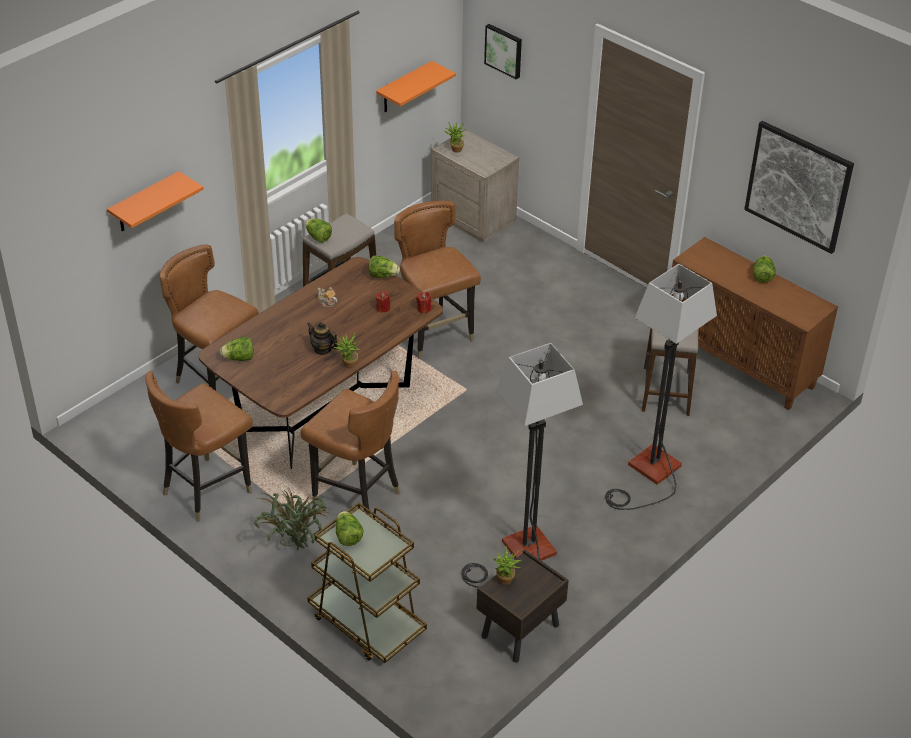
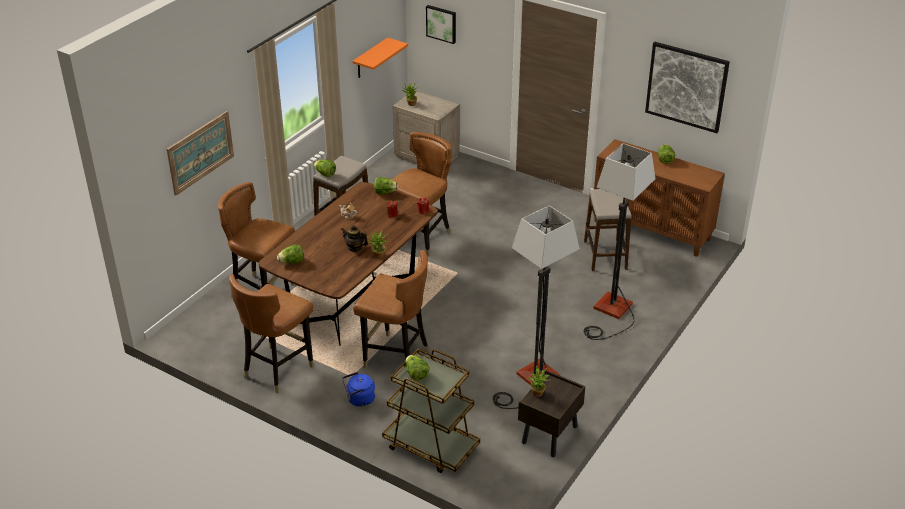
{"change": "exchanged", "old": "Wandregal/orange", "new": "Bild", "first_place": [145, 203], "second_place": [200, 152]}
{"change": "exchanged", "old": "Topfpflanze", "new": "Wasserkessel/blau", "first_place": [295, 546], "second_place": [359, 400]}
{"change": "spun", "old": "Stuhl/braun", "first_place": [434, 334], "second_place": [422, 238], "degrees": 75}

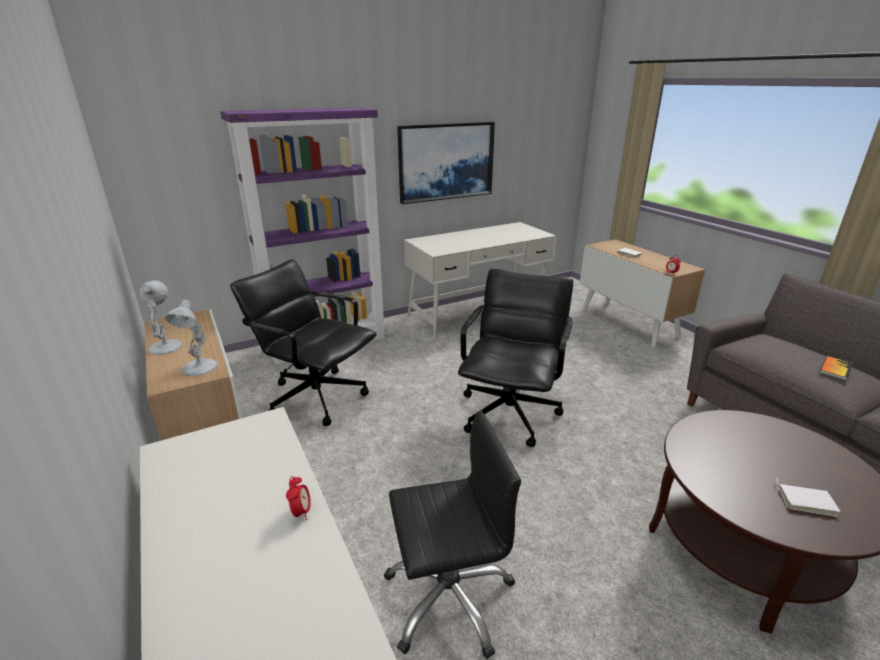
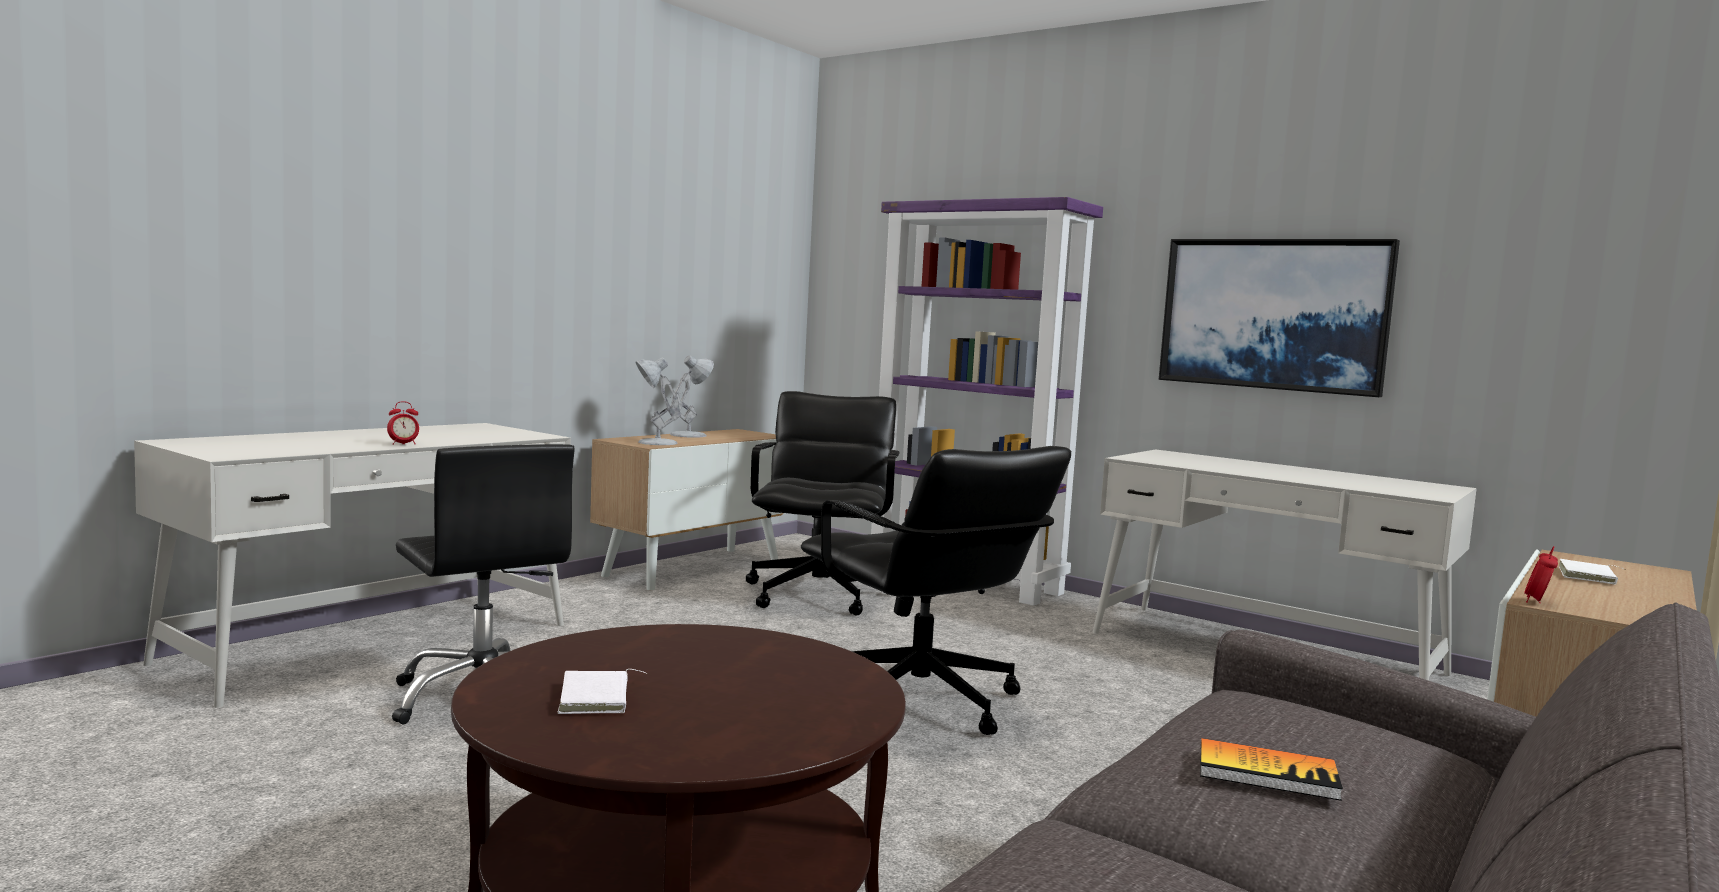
{"change": "spun", "old": "Bürostuhl/schwarz", "first_place": [510, 413], "second_place": [920, 702], "degrees": 60}

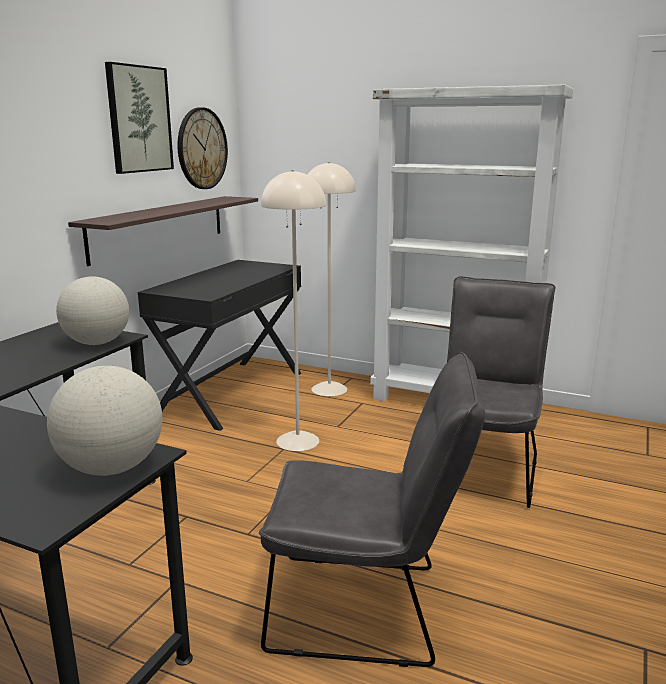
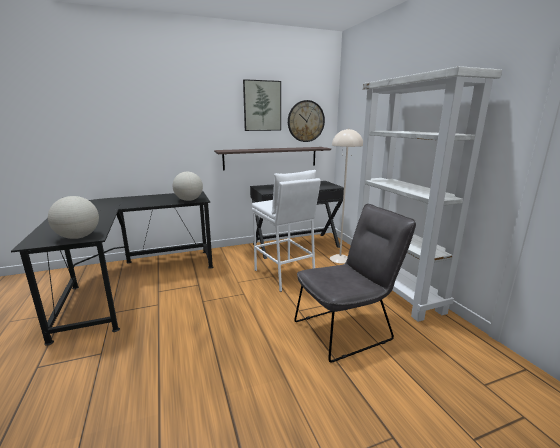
{"change": "missing", "old": "Stuhl/grau", "first_place": [368, 609]}
{"change": "exchanged", "old": "Stehlampe/beige", "new": "Hocker/weiß", "first_place": [298, 441], "second_place": [284, 275]}

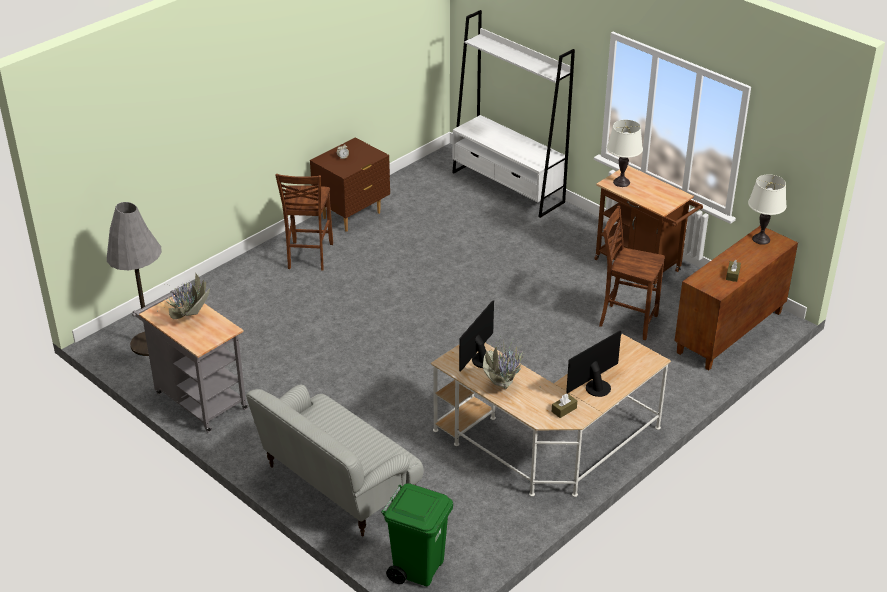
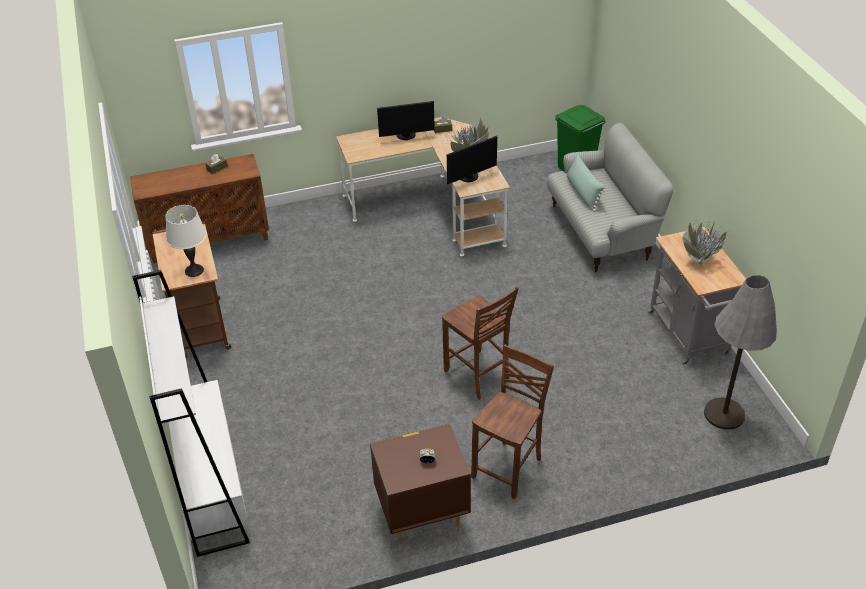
{"change": "missing", "old": "Tischlampe/weiß", "first_place": [761, 239]}
{"change": "appeared", "new": "Kissen/grün", "second_place": [583, 193]}
{"change": "relocated", "old": "Stuhl/braun", "first_place": [626, 321], "second_place": [478, 376]}

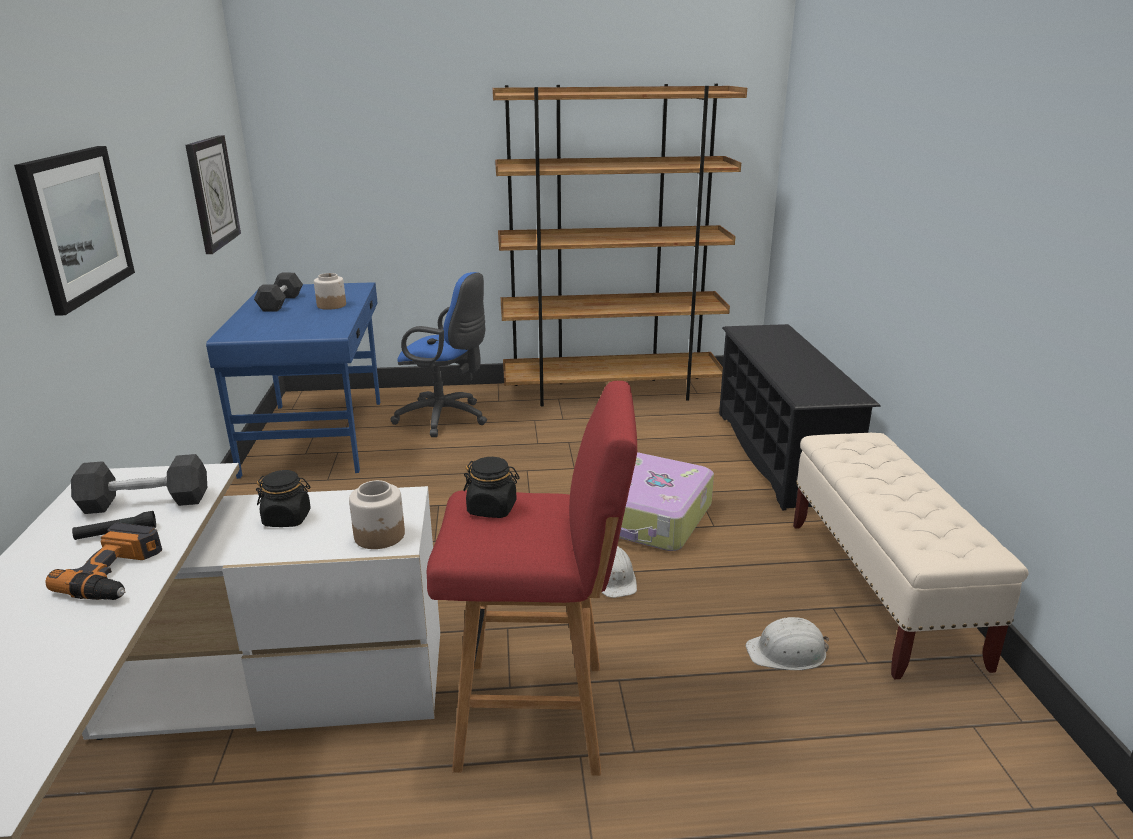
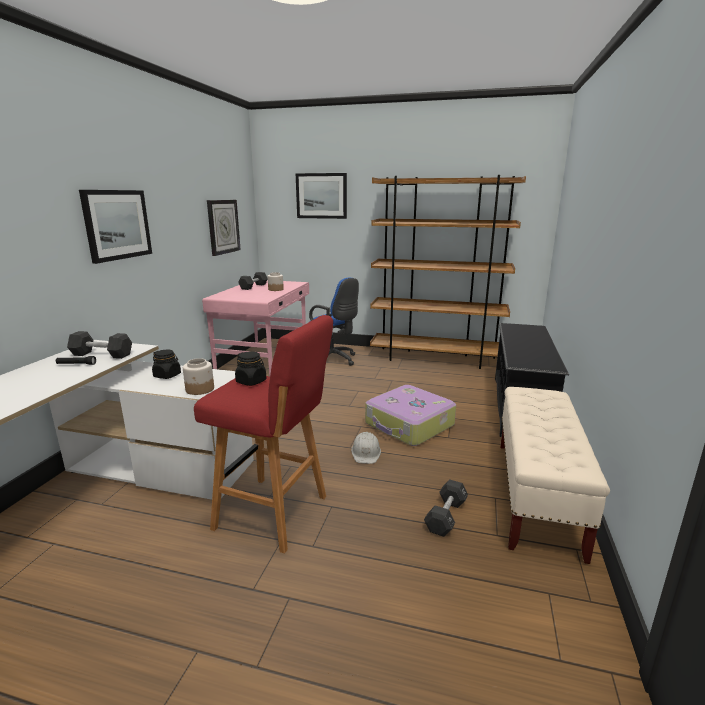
{"change": "missing", "old": "Bohrmaschine", "first_place": [118, 574]}
{"change": "appeared", "new": "Bild", "second_place": [321, 196]}
{"change": "exchanged", "old": "Schutzhelm/weiß", "new": "Hantel/schwarz", "first_place": [787, 652], "second_place": [446, 516]}
{"change": "colour", "old": "Schreibtisch/blau", "new": "Schreibtisch/rosa", "first_place": [317, 436], "second_place": [264, 359]}

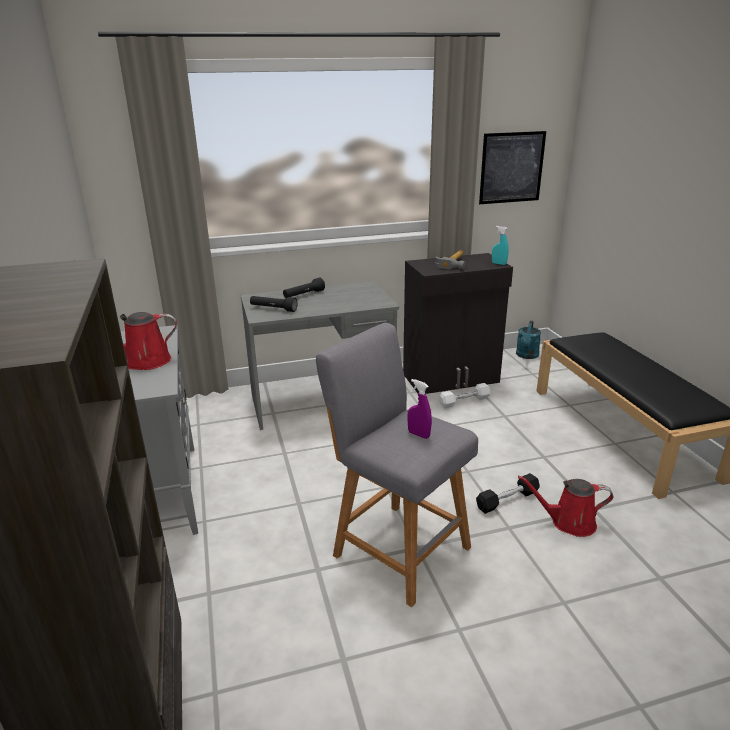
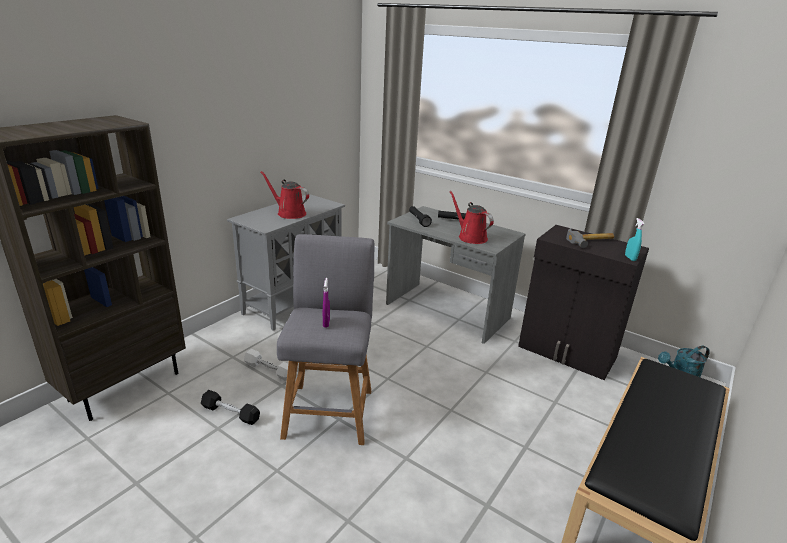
{"change": "missing", "old": "Bild", "first_place": [511, 167]}
{"change": "relocated", "old": "Hantel/weiß", "first_place": [464, 401], "second_place": [269, 370]}
{"change": "relocated", "old": "Hantel/schwarz", "first_place": [507, 500], "second_place": [230, 413]}
{"change": "relocated", "old": "Gießkanne/rot", "first_place": [568, 522], "second_place": [470, 237]}

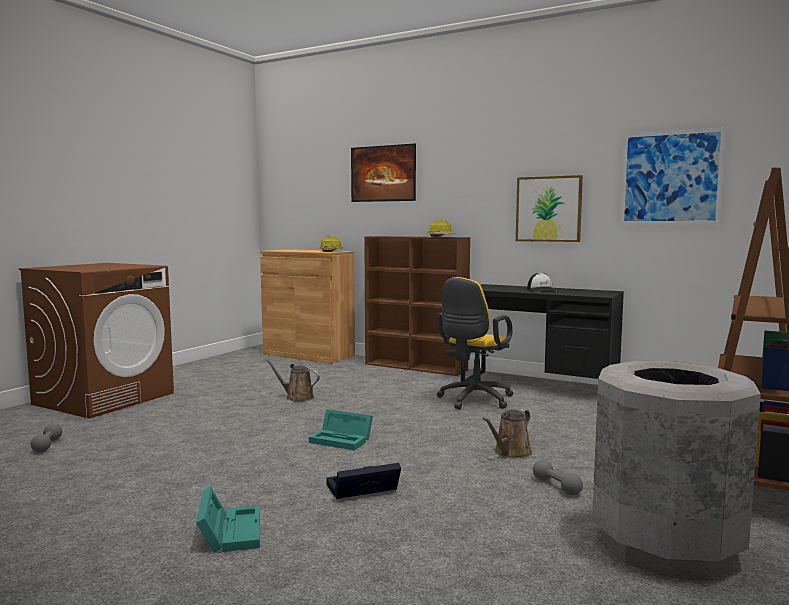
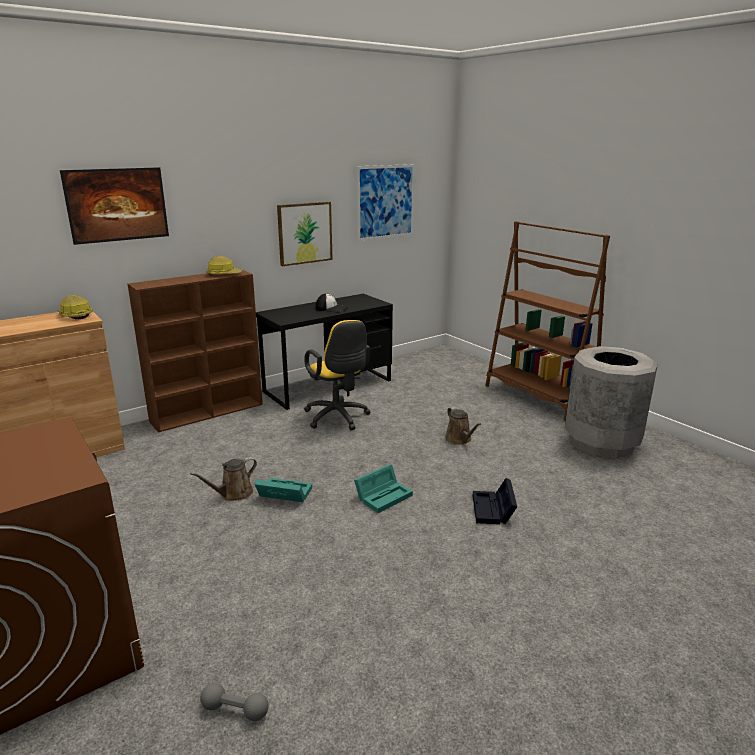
{"change": "missing", "old": "Hantel/grau", "first_place": [556, 486]}
{"change": "relocated", "old": "Aufbewahrungsbox/türkis", "first_place": [230, 531], "second_place": [283, 494]}

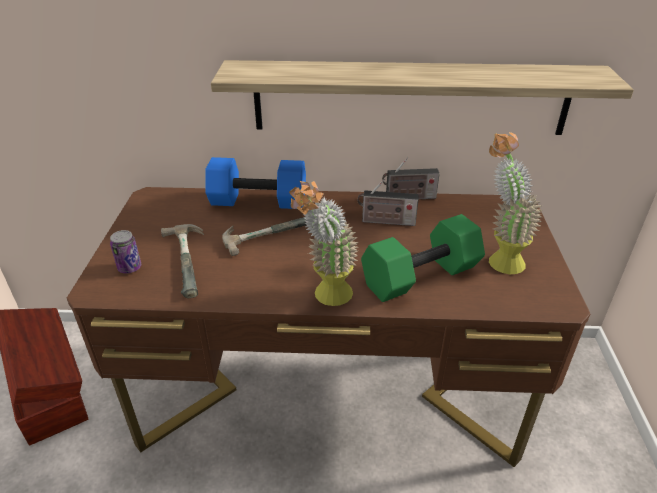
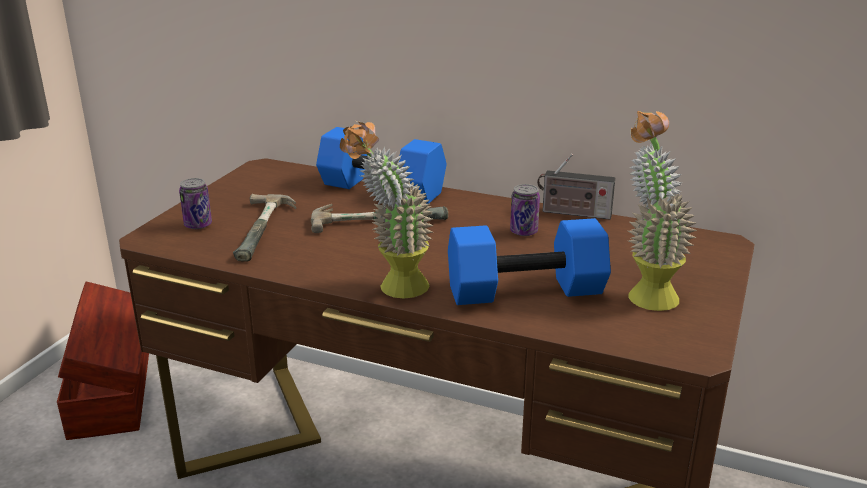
{"change": "missing", "old": "Wandregal", "first_place": [410, 98]}
{"change": "exchanged", "old": "Radio", "new": "Dose", "first_place": [385, 221], "second_place": [523, 232]}
{"change": "colour", "old": "Hantel/grün", "new": "Hantel/blau", "first_place": [420, 275], "second_place": [526, 289]}

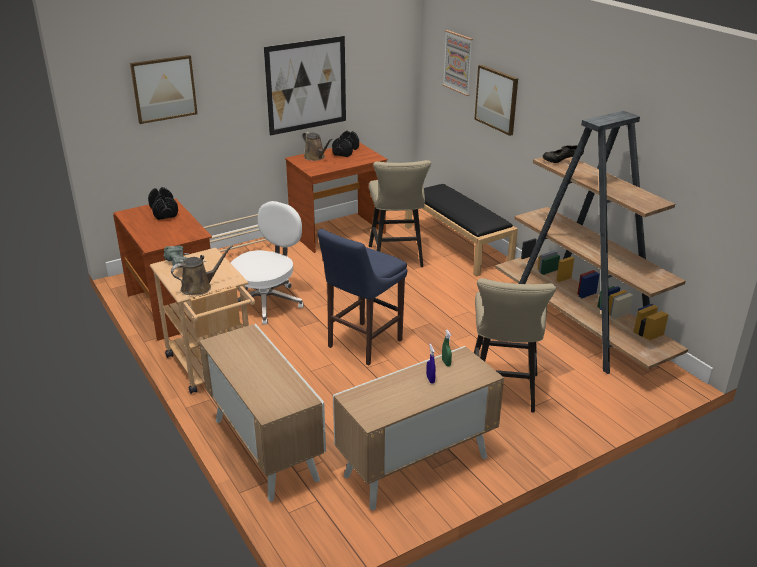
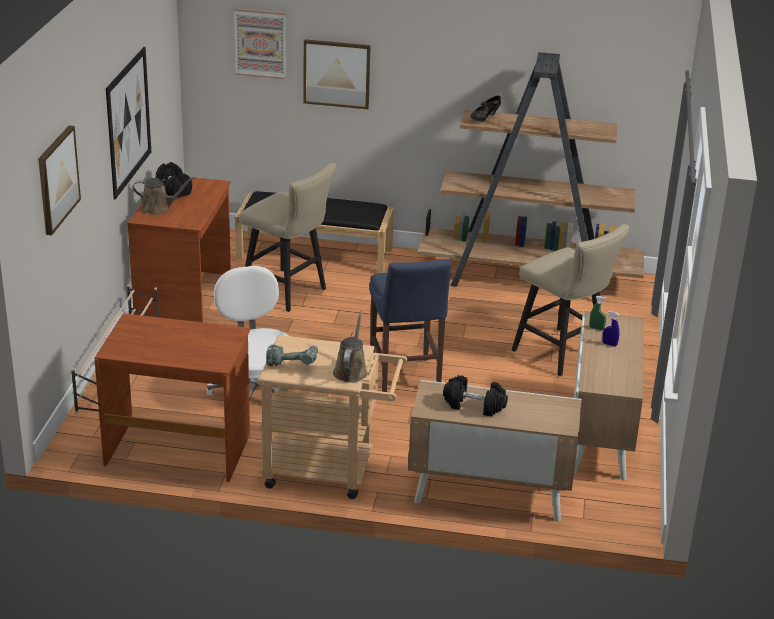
{"change": "relocated", "old": "Hantel/schwarz", "first_place": [164, 212], "second_place": [474, 405]}

